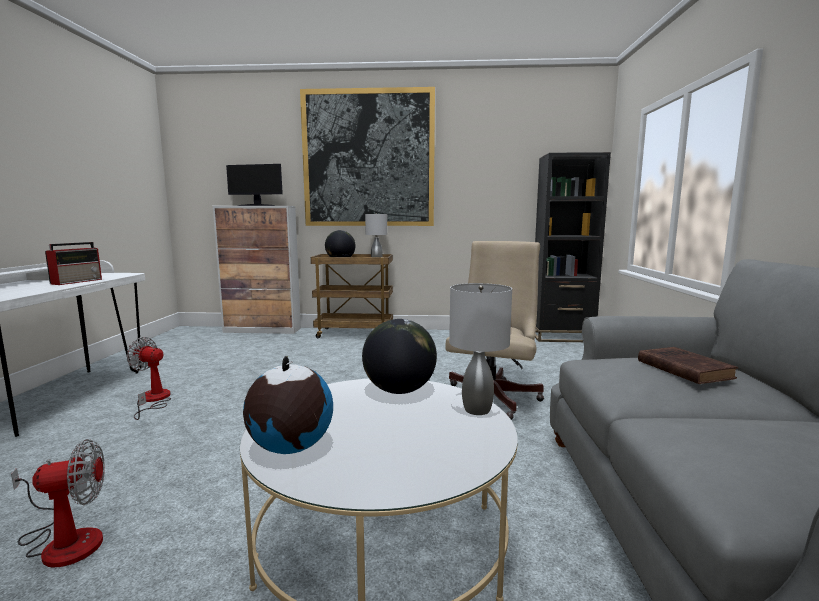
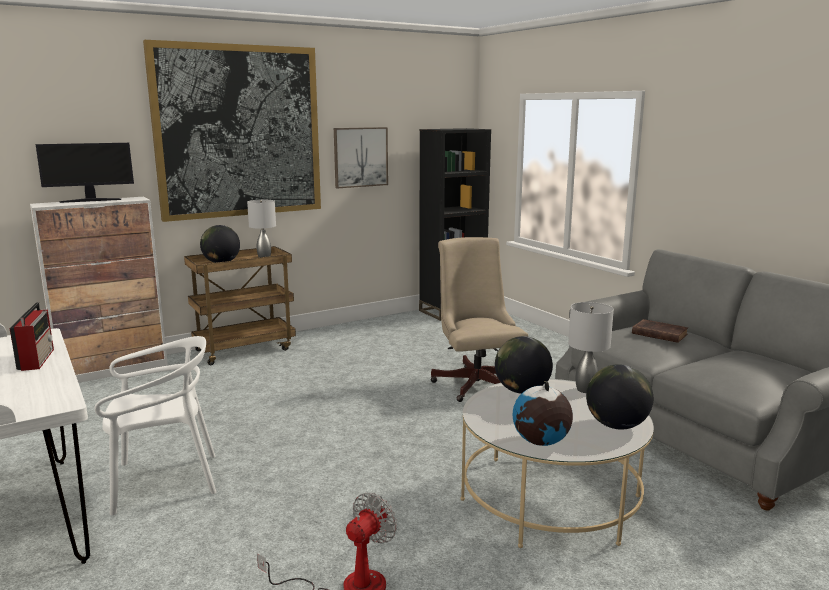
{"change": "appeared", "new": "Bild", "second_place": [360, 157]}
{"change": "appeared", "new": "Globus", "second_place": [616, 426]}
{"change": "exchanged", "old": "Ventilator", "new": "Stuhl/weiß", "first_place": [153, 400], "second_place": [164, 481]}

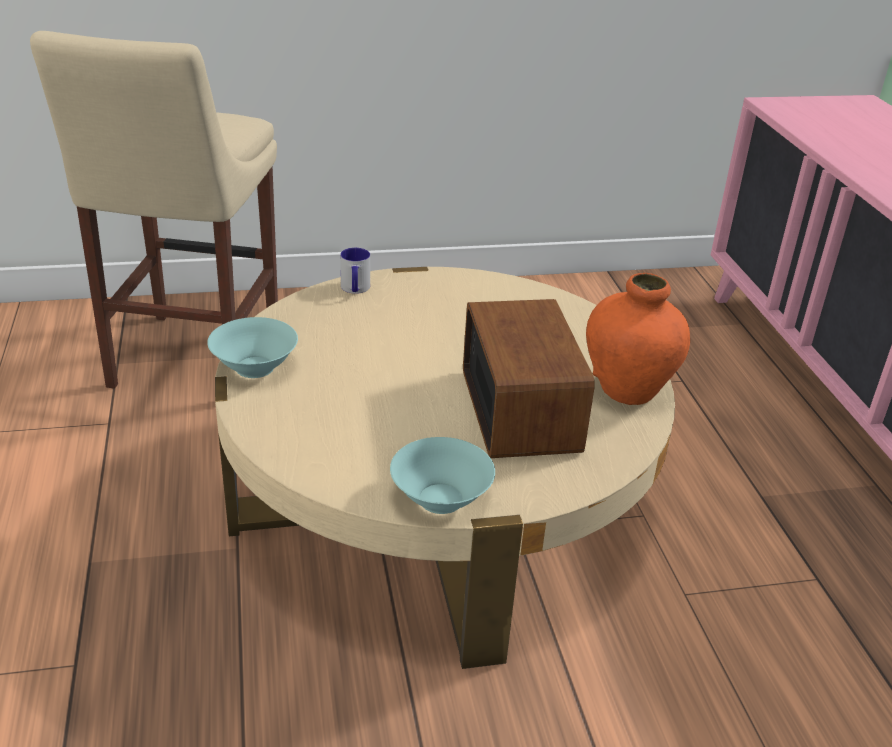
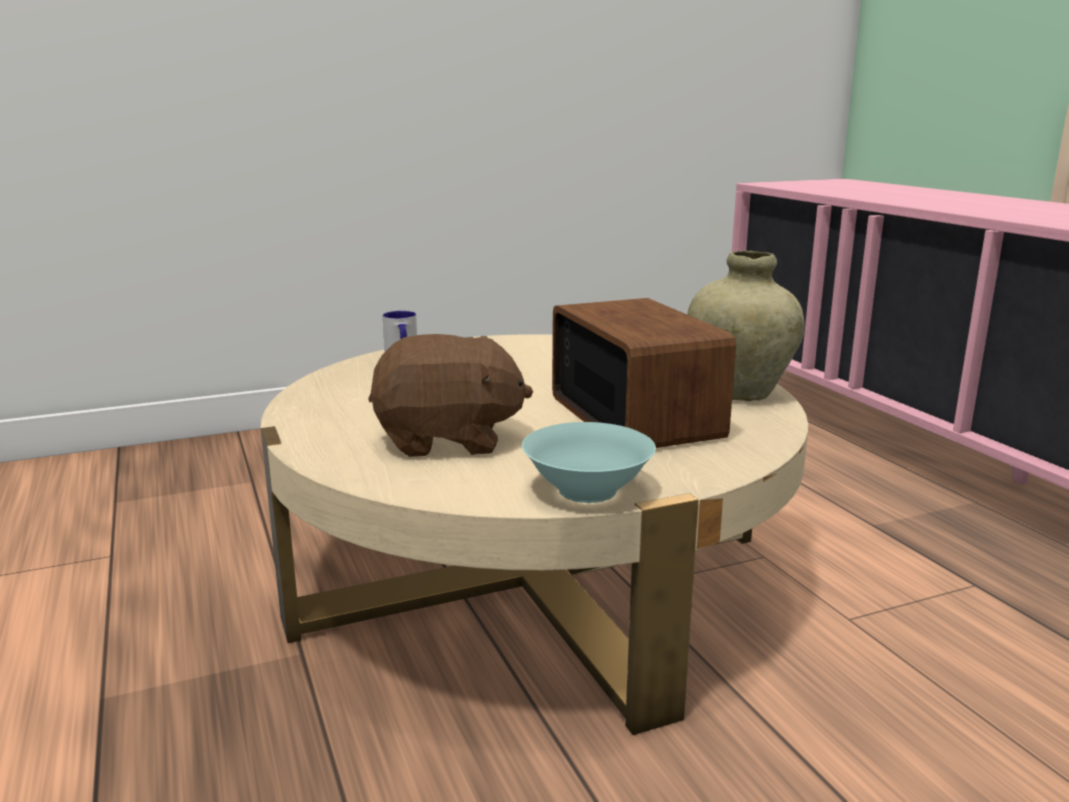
{"change": "missing", "old": "Hocker/beige", "first_place": [191, 362]}
{"change": "missing", "old": "Schüssel/türkis", "first_place": [255, 368]}
{"change": "appeared", "new": "Plüschtier/braun", "second_place": [448, 440]}
{"change": "colour", "old": "Vase/orange", "new": "Vase/beige", "first_place": [627, 390], "second_place": [739, 393]}

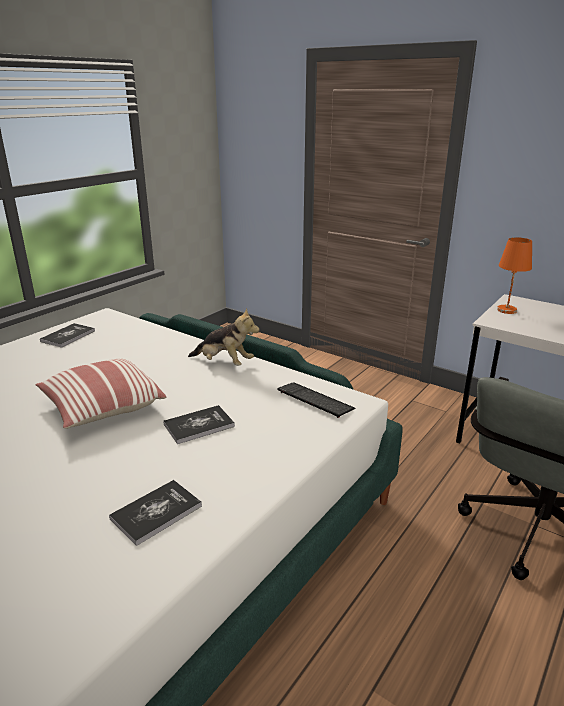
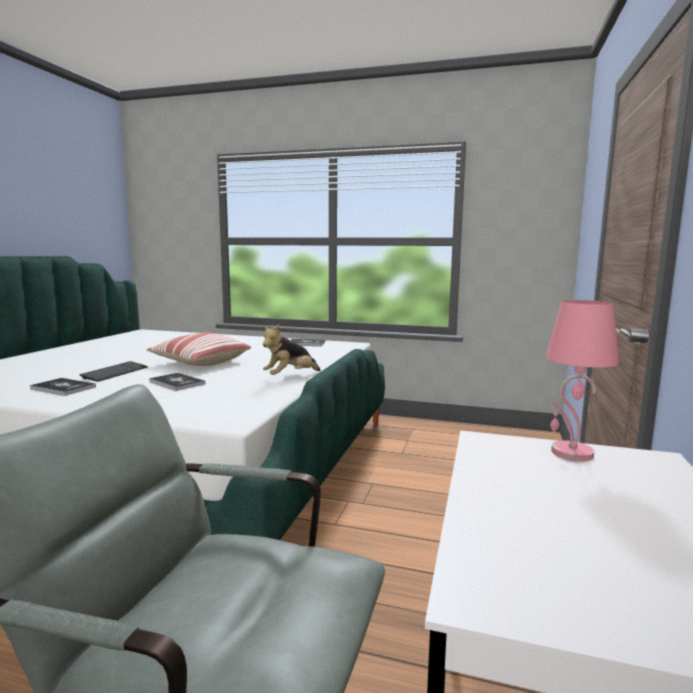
{"change": "relocated", "old": "Tastatur", "first_place": [315, 400], "second_place": [115, 373]}
{"change": "colour", "old": "Tischlampe/orange", "new": "Tischlampe/rosa", "first_place": [507, 310], "second_place": [571, 453]}
{"change": "spun", "old": "Plüschtier", "first_place": [224, 363], "second_place": [290, 376], "degrees": 45}

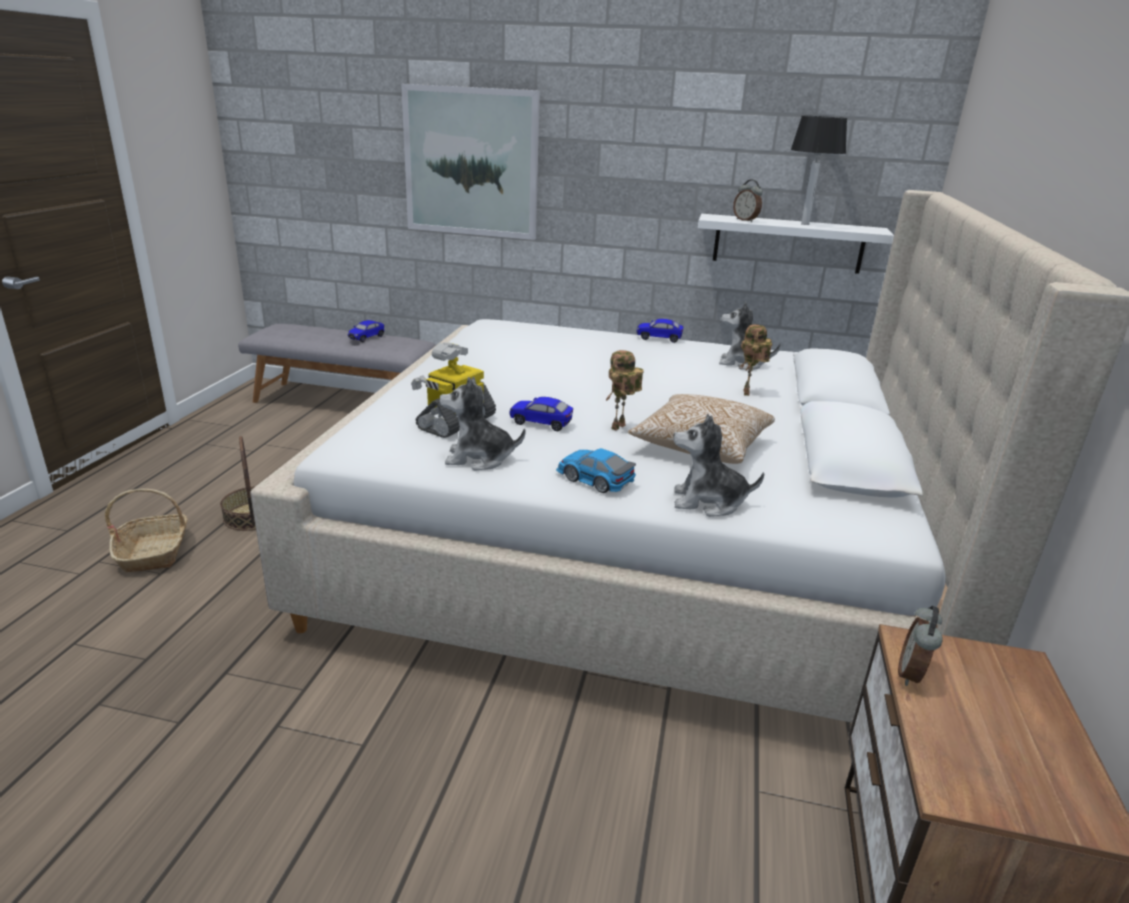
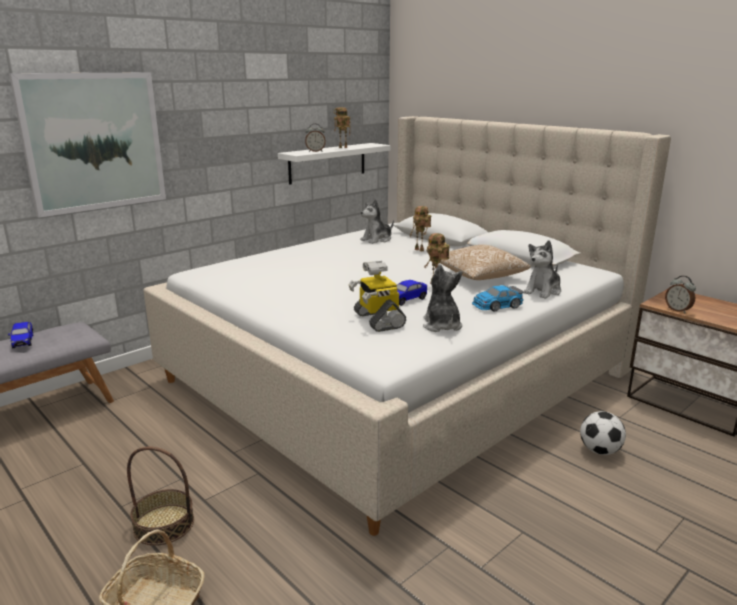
{"change": "missing", "old": "Spielzeugauto", "first_place": [659, 338]}
{"change": "appeared", "new": "Fußball", "second_place": [599, 451]}
{"change": "exchanged", "old": "Tischlampe", "new": "Spielzeugroboter", "first_place": [804, 224], "second_place": [342, 148]}
{"change": "spun", "old": "Plüschtier", "first_place": [479, 458], "second_place": [441, 325], "degrees": 135}

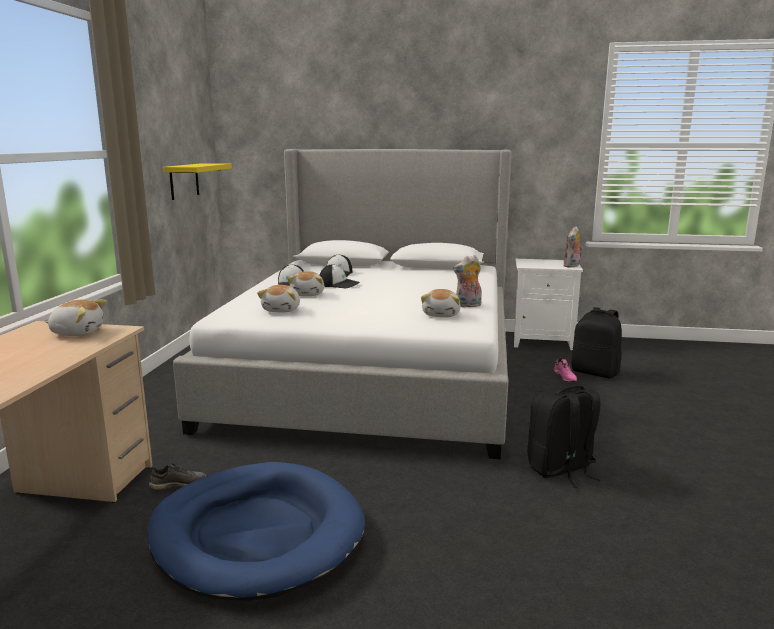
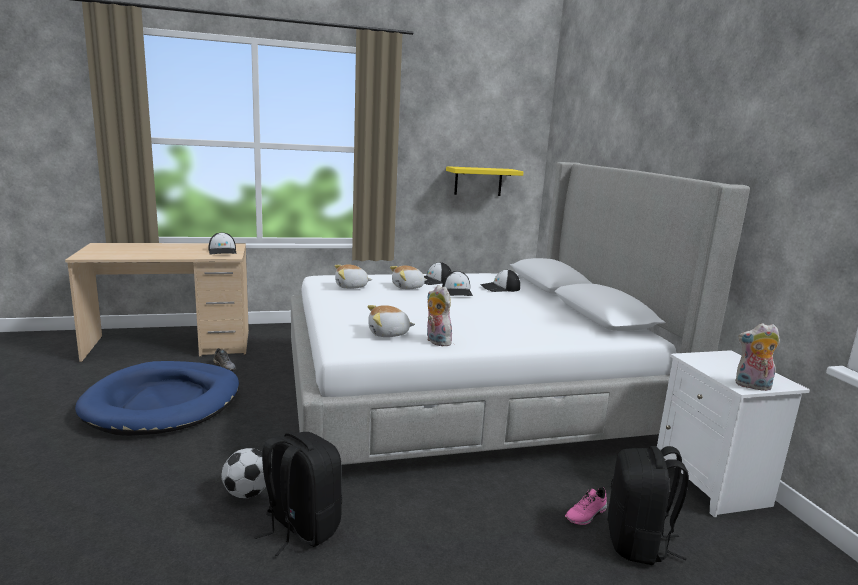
{"change": "appeared", "new": "Fußball", "second_place": [247, 493]}
{"change": "exchanged", "old": "Plüschtier", "new": "Kappe", "first_place": [78, 332], "second_place": [223, 251]}

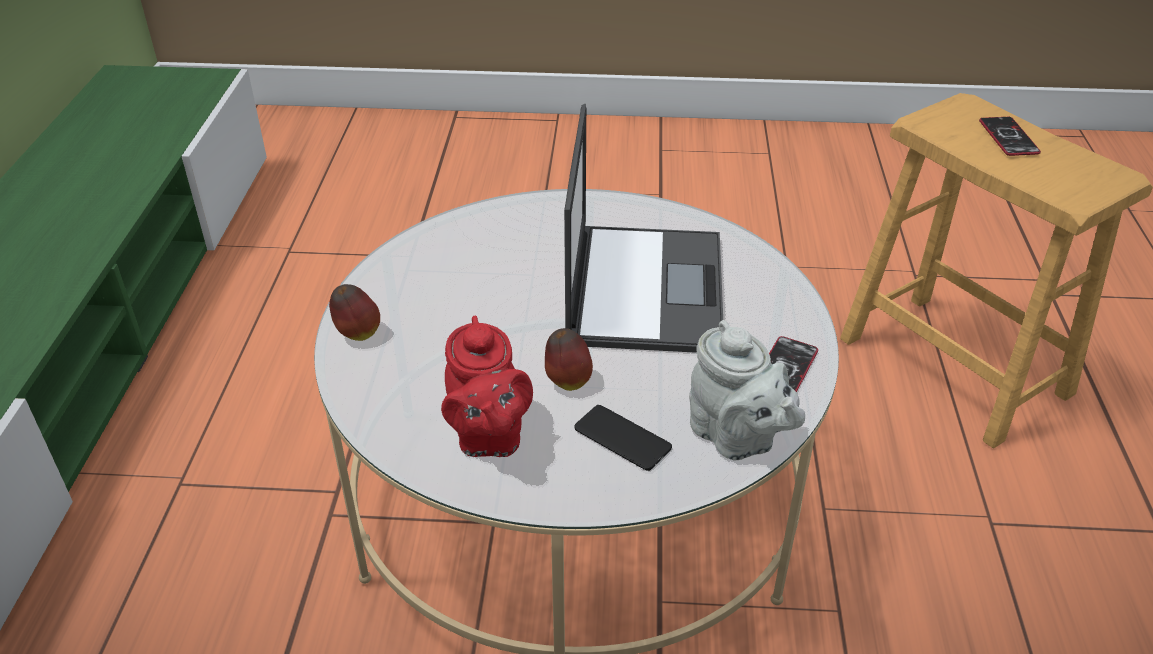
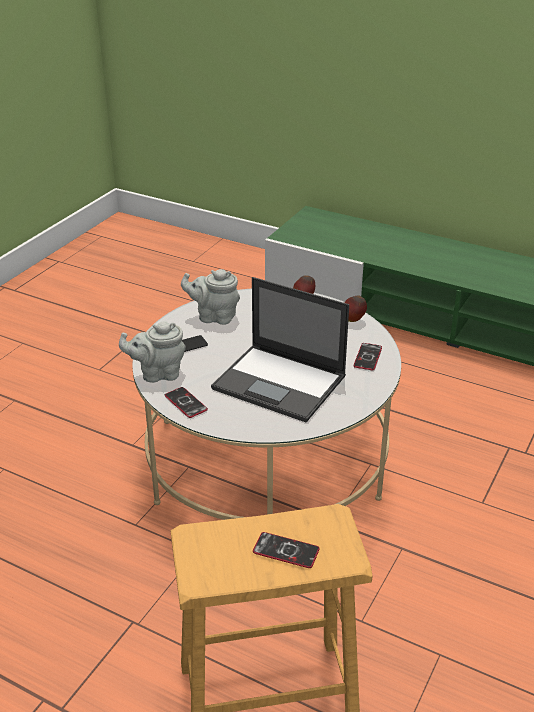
{"change": "appeared", "new": "Handy", "second_place": [367, 357]}
{"change": "relocated", "old": "Apfel", "first_place": [567, 382], "second_place": [353, 320]}
{"change": "colour", "old": "Teekanne/rot", "new": "Teekanne/grau", "first_place": [487, 437], "second_place": [214, 317]}

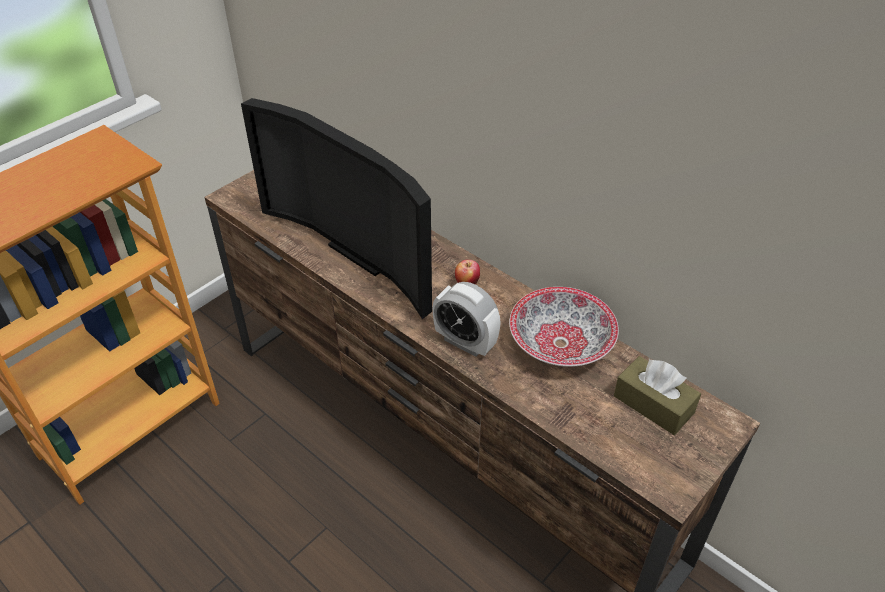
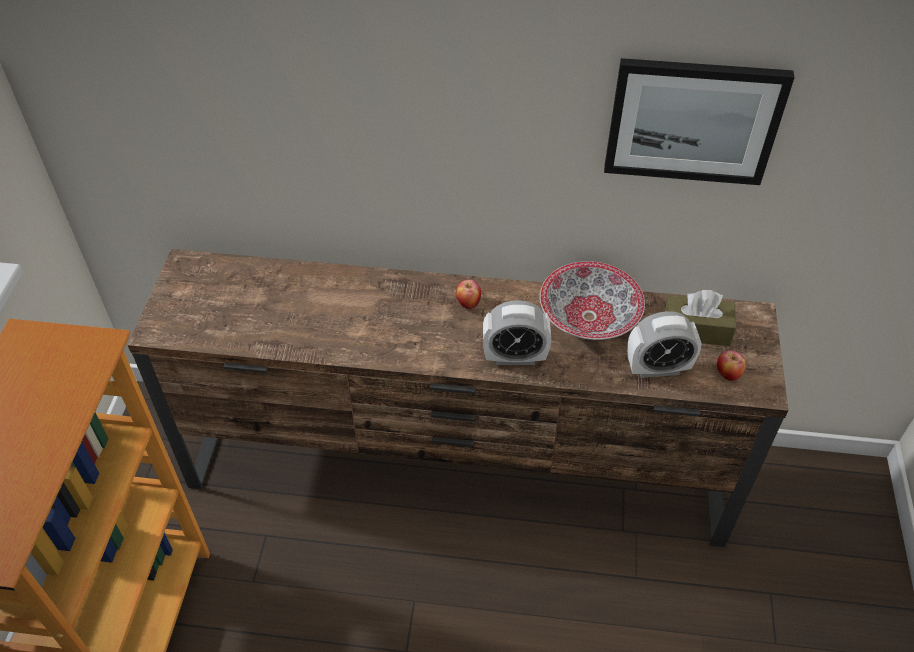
{"change": "missing", "old": "Fernseher", "first_place": [364, 250]}
{"change": "appeared", "new": "Bild", "second_place": [693, 121]}
{"change": "appeared", "new": "Wecker", "second_place": [657, 368]}
{"change": "appeared", "new": "Apfel", "second_place": [727, 375]}

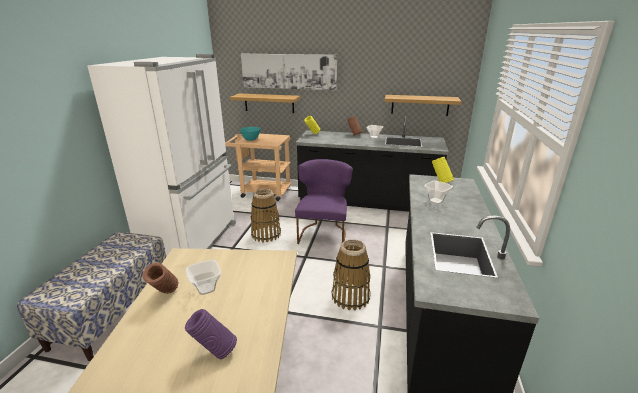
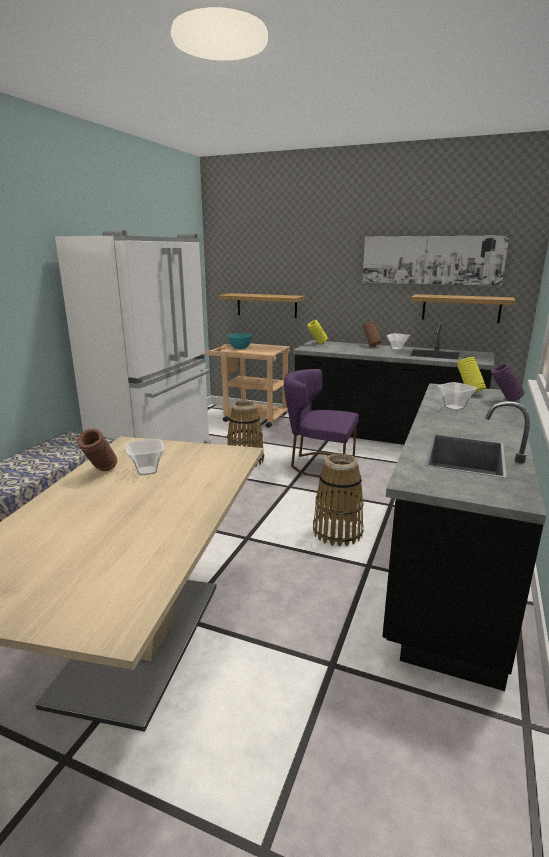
{"change": "relocated", "old": "Vase/lila", "first_place": [214, 352], "second_place": [504, 400]}
{"change": "relocated", "old": "Bild", "first_place": [288, 71], "second_place": [431, 260]}
{"change": "spun", "old": "Stuhl/lila", "first_place": [323, 233], "second_place": [318, 464], "degrees": -90}

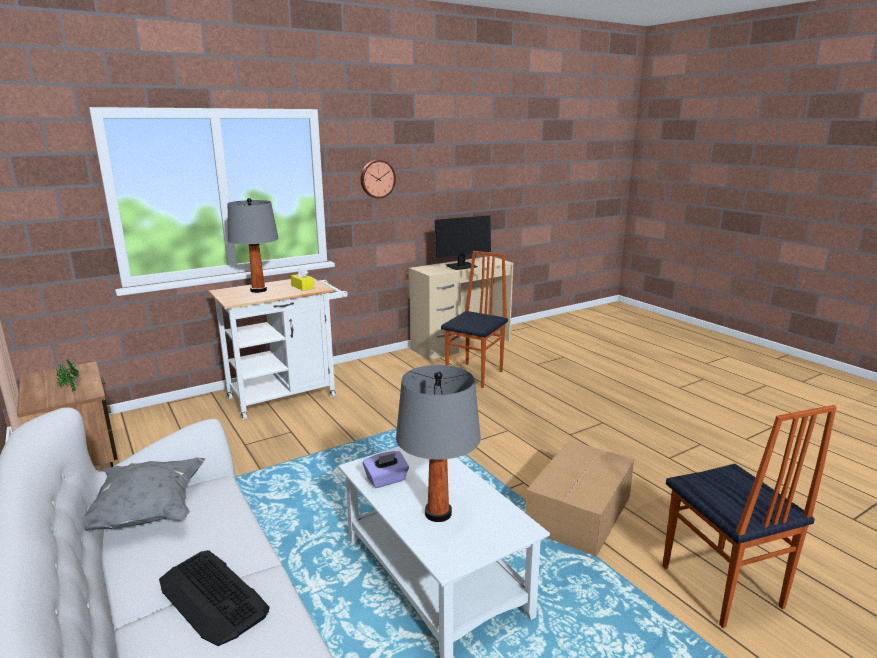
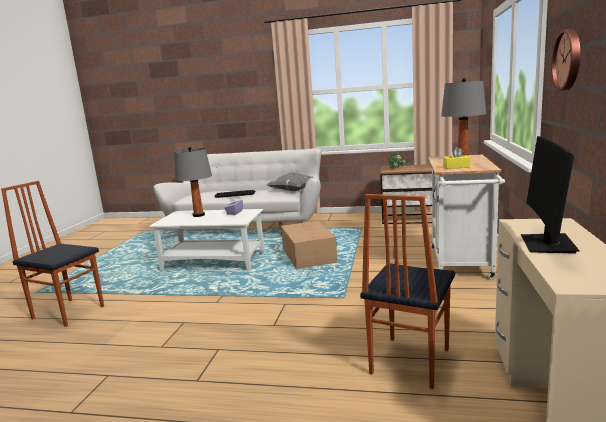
{"change": "relocated", "old": "Karton", "first_place": [577, 513], "second_place": [309, 255]}
{"change": "spun", "old": "Stuhl", "first_place": [475, 375], "second_place": [408, 361], "degrees": 45}

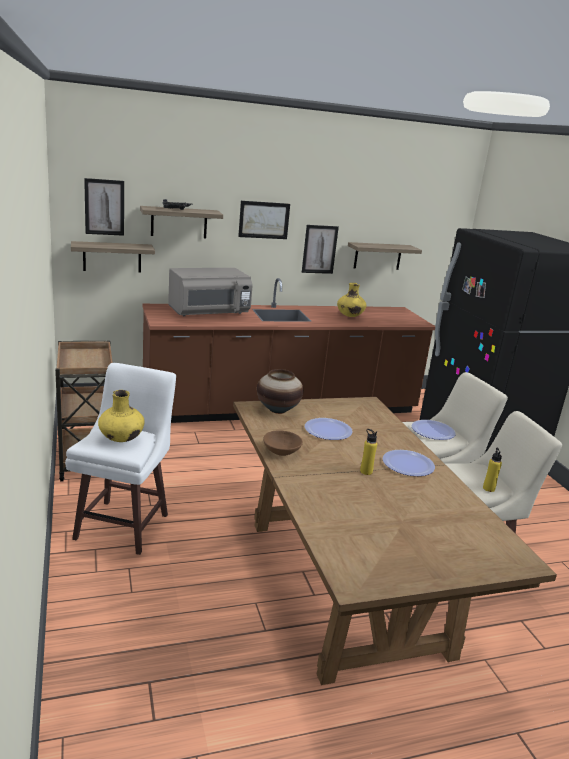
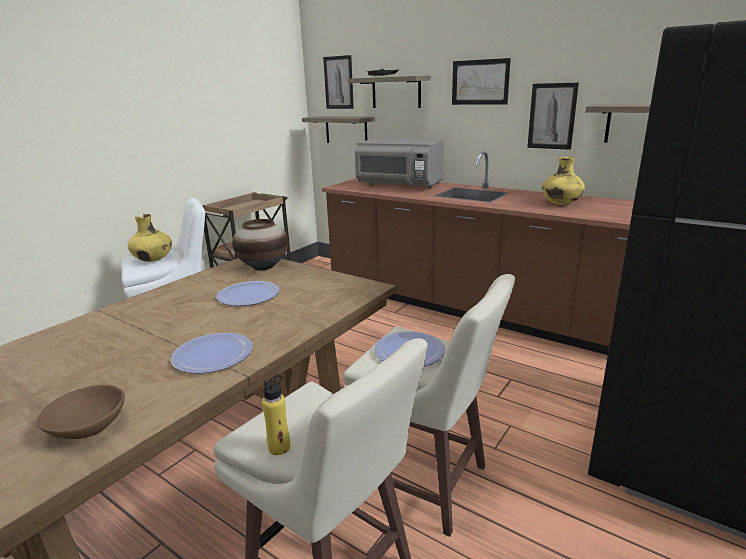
{"change": "missing", "old": "Flasche/gelb", "first_place": [366, 471]}
{"change": "relocated", "old": "Schüssel/braun", "first_place": [281, 452], "second_place": [89, 428]}

